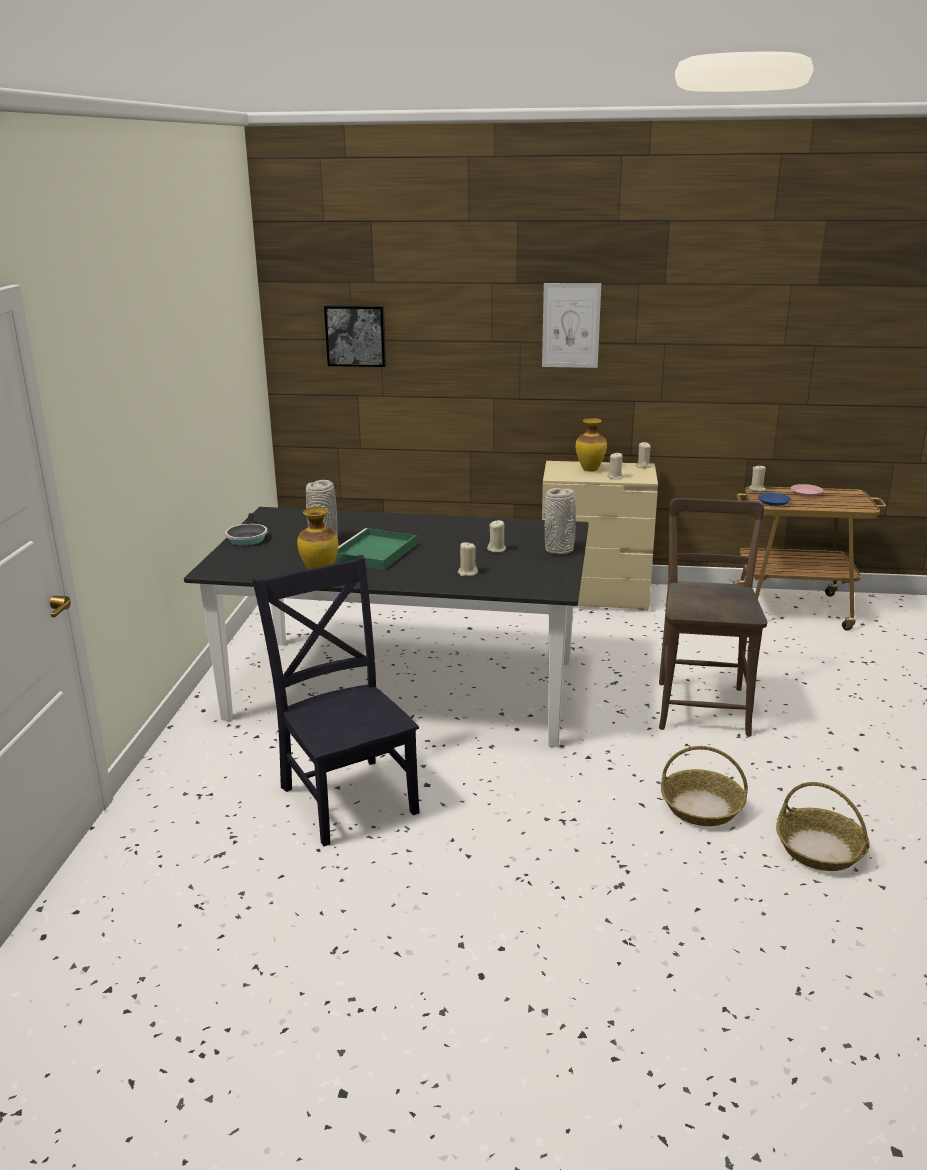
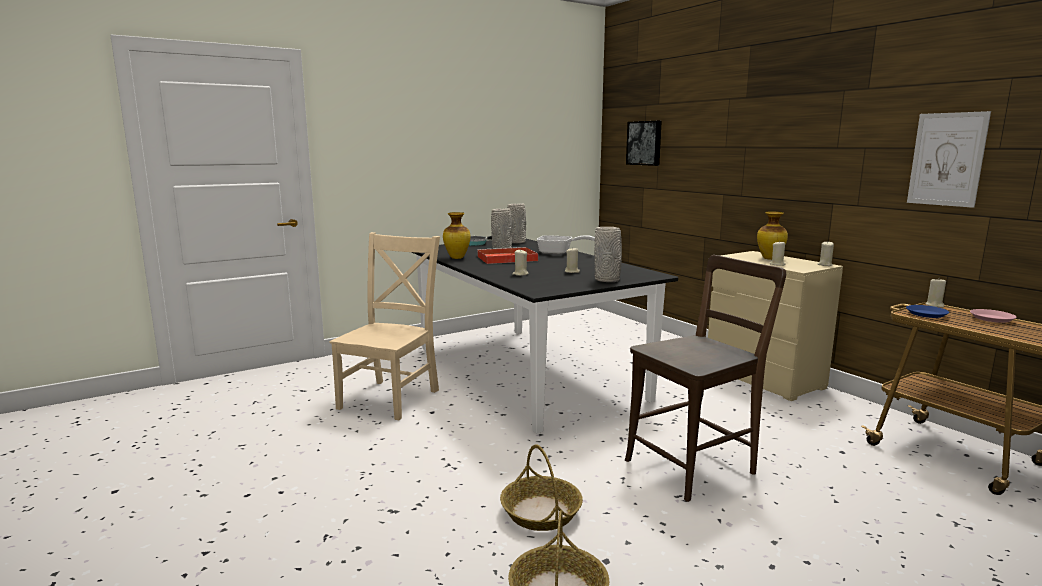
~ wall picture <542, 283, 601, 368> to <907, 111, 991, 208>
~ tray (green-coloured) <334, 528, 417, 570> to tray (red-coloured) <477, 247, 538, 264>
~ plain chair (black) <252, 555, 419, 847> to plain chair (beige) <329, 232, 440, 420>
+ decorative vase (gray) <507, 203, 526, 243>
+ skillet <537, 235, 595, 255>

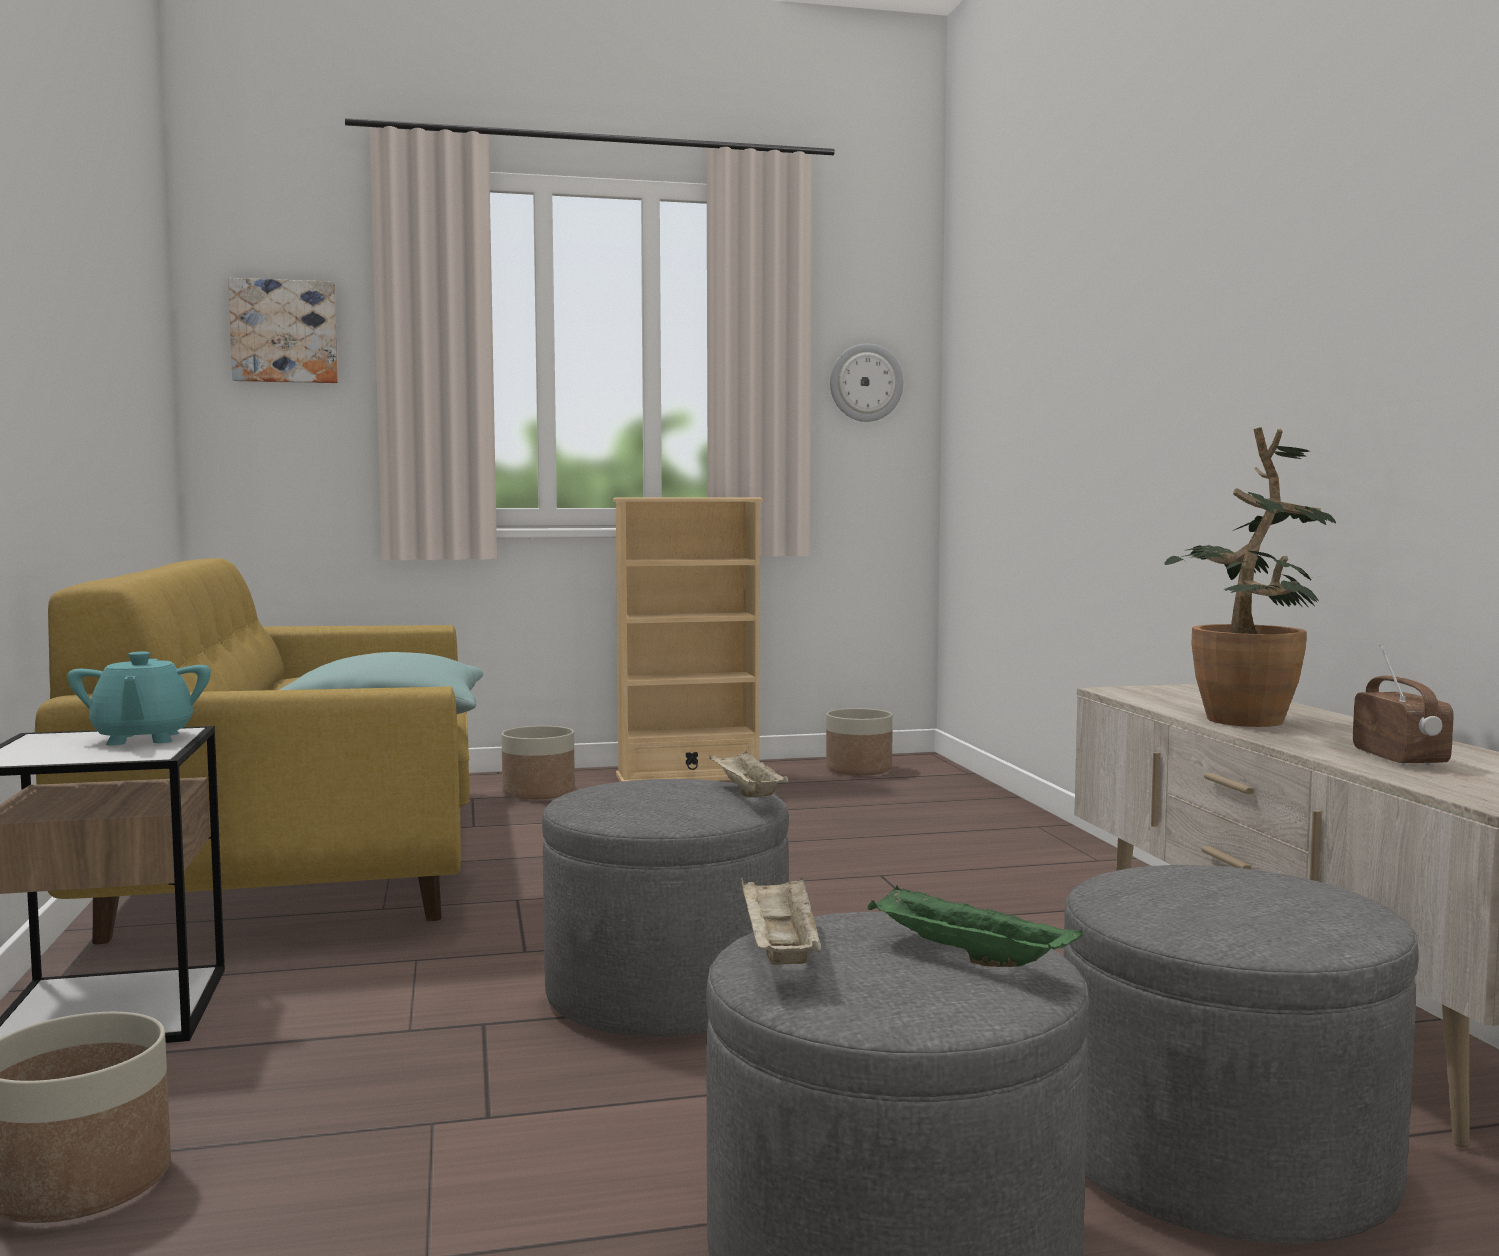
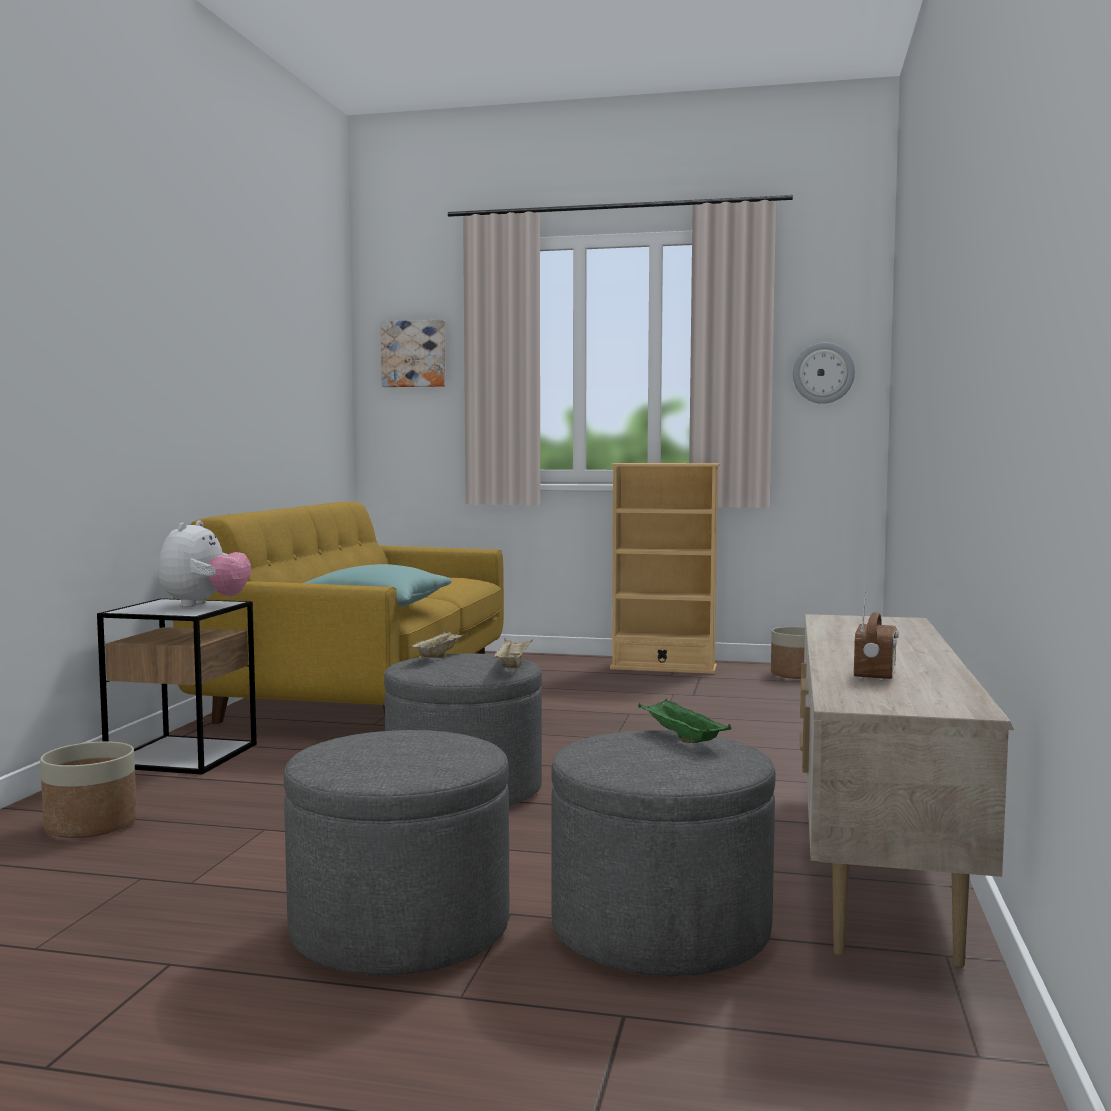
- plant in a pot <1164, 427, 1336, 727>
~ teapot (turquoise-coloured) <67, 651, 211, 746> to plush toy <158, 520, 251, 607>
- flower pot <501, 726, 575, 800>
~ tray (beige) <741, 876, 821, 965> to <409, 630, 470, 658>
~ tray (green-coloured) <868, 885, 1083, 967> to <638, 699, 732, 743>

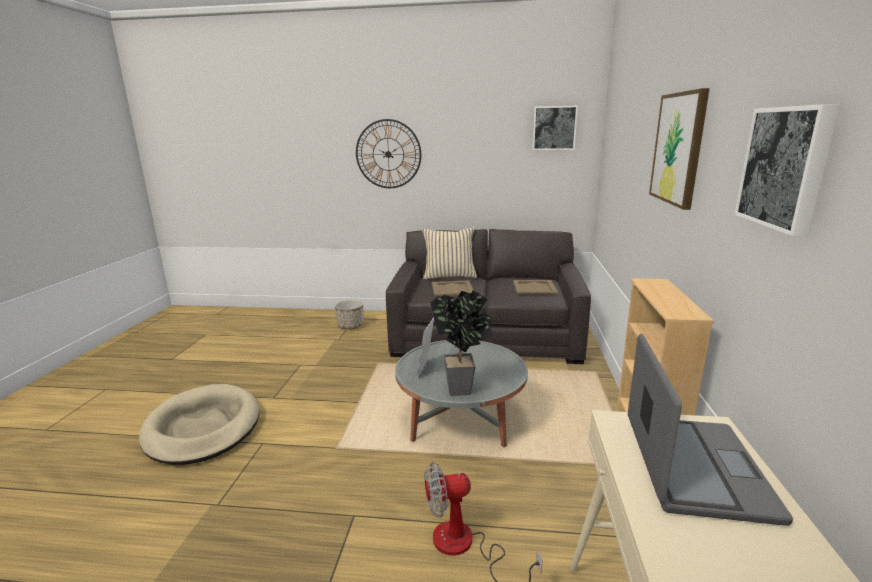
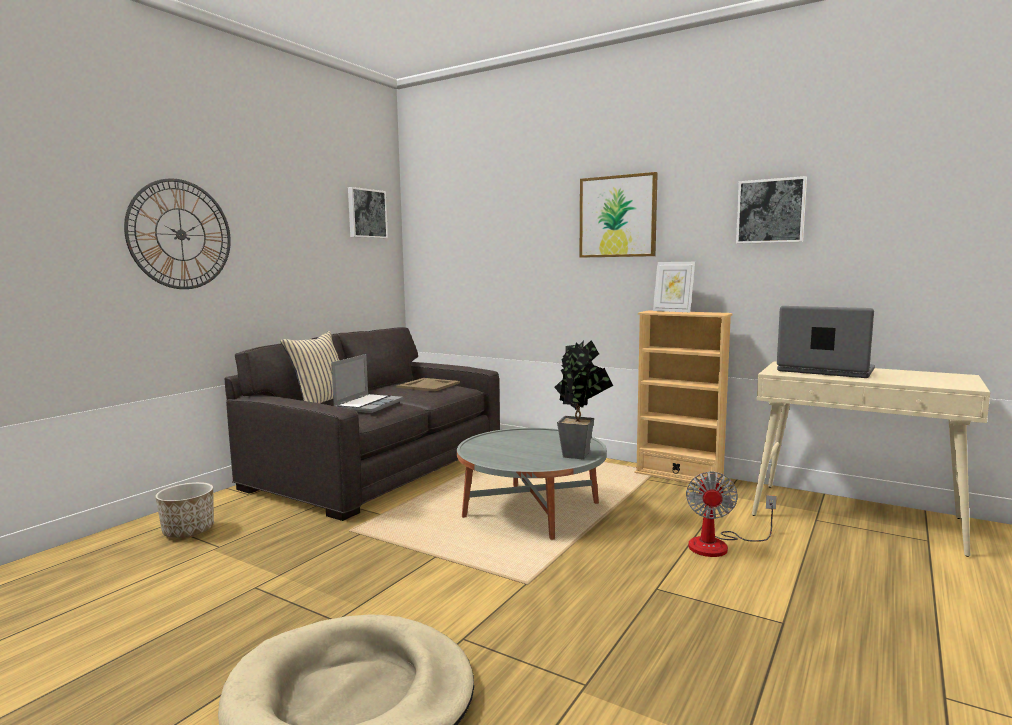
~ tray (beige) <432, 280, 474, 296> to portable computer <331, 354, 403, 413>
~ standing frame <417, 317, 434, 378> to <653, 262, 695, 312>

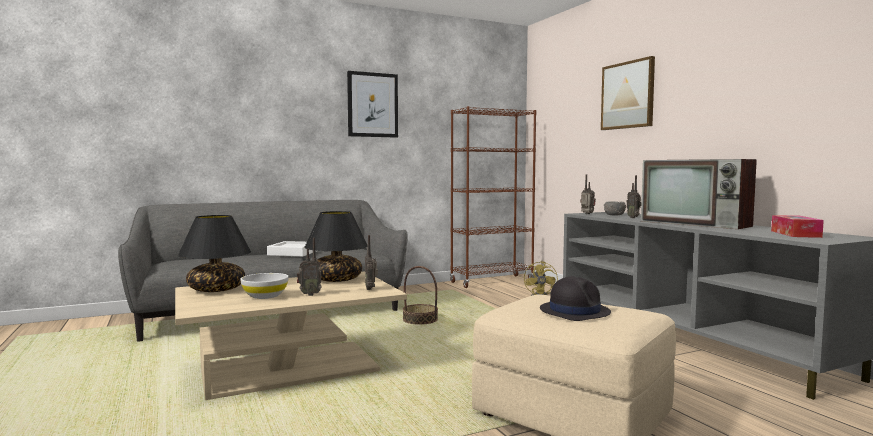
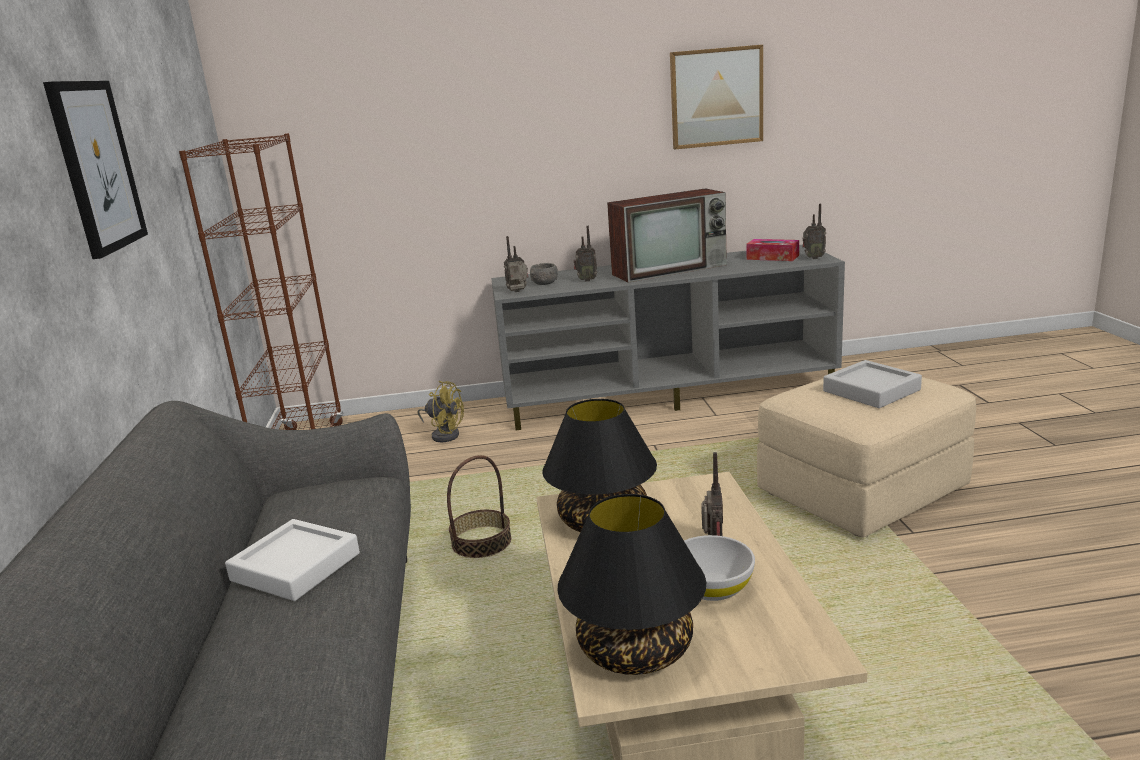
~ wall picture <601, 56, 655, 130> to <670, 45, 763, 149>
~ radio <365, 235, 378, 290> to <802, 204, 826, 259>
~ hat (black) <540, 276, 611, 321> to tray (gray) <823, 360, 922, 408>

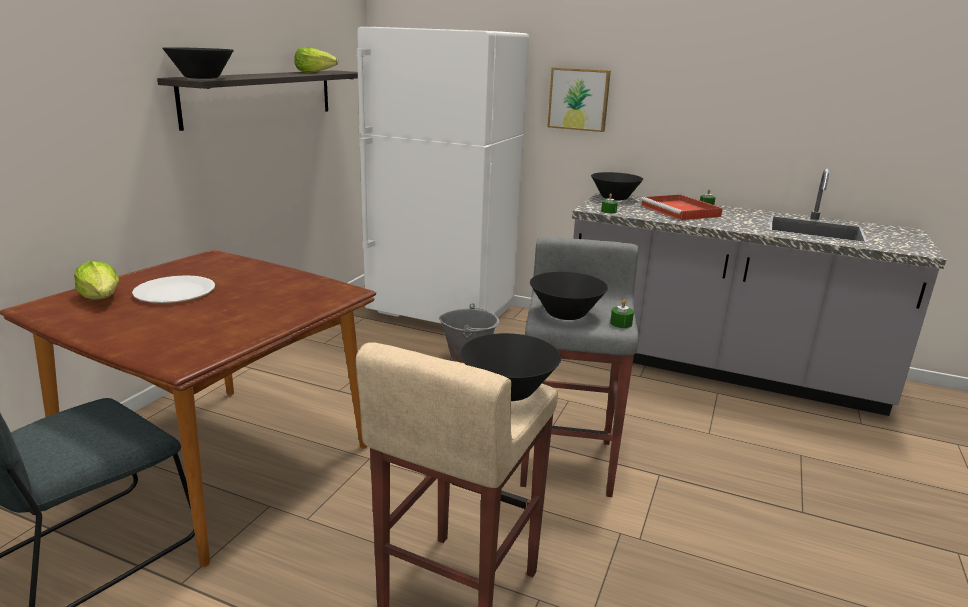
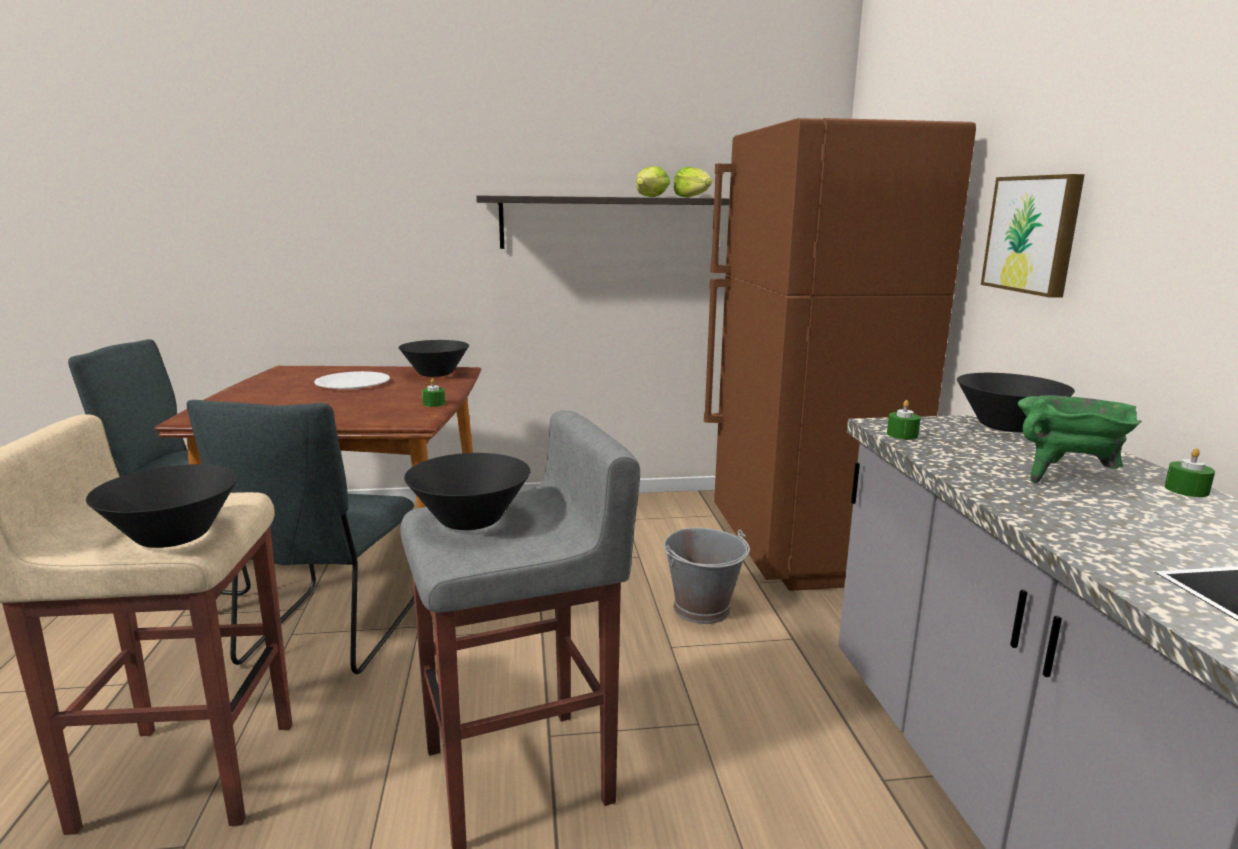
~ kitchen fridge (whitish) <356, 27, 529, 324> to kitchen fridge (brownish) <704, 118, 976, 591>
~ serving bowl (black) <162, 47, 234, 79> to <399, 340, 469, 377>
~ tray (red-coloured) <641, 194, 723, 220> to saucepot (green-coloured) <1018, 395, 1142, 483>
~ head of lettuce <74, 261, 119, 300> to <636, 166, 670, 197>
~ wax candle (green-coloured) <610, 300, 634, 328> to <422, 378, 445, 407>
+ plain chair (gray) <187, 400, 414, 674>

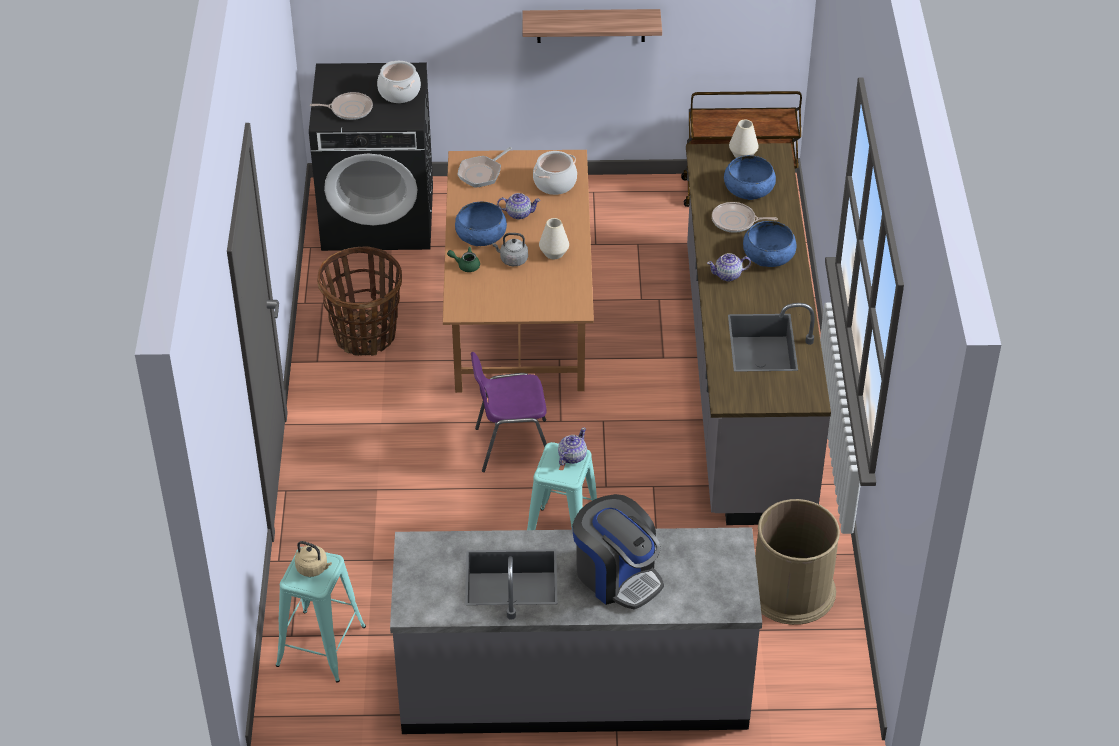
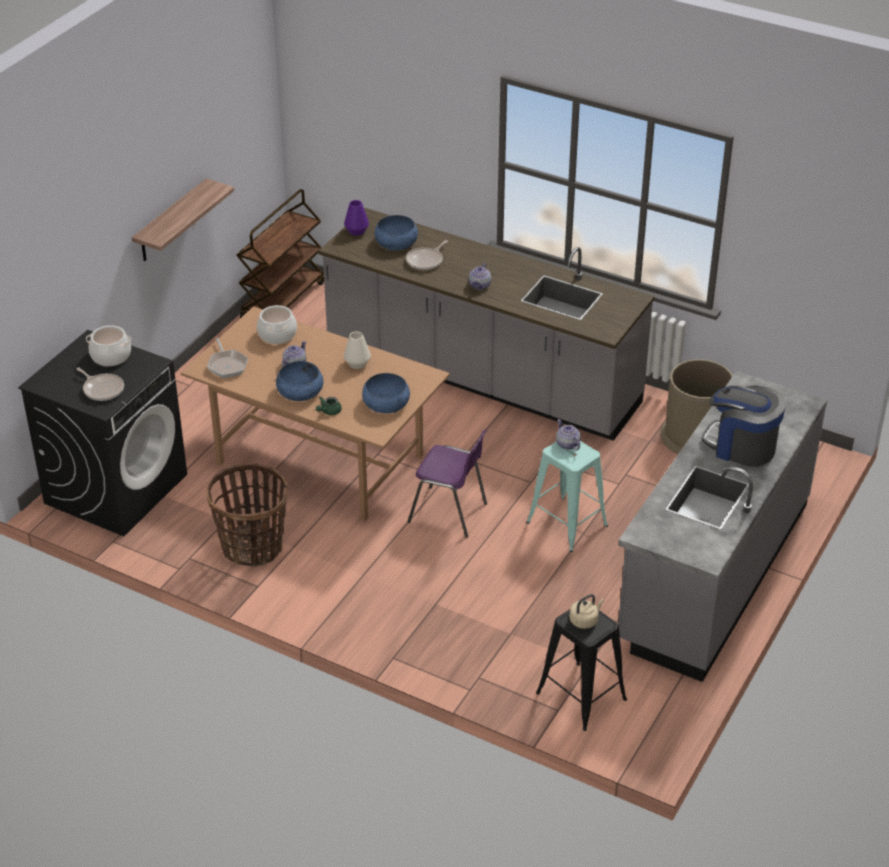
~ skillet <310, 92, 373, 120> = <77, 368, 124, 401> 105 degrees clockwise
~ decorative vase (whitish) <729, 119, 759, 158> to decorative vase (purple-coloured) <344, 200, 369, 236>
~ serving bowl (bluish) <743, 221, 797, 267> to <362, 373, 410, 413>
- tea kettle (gray) <492, 233, 528, 266>
~ plain chair (purple-coloured) <471, 352, 547, 472> = <407, 429, 487, 538> 90 degrees counterclockwise
~ coffee maker <572, 494, 664, 610> = <701, 386, 785, 467> 135 degrees counterclockwise
~ stool seat (turquoise-coloured) <276, 547, 366, 683> to stool seat (black) <536, 609, 627, 731>

